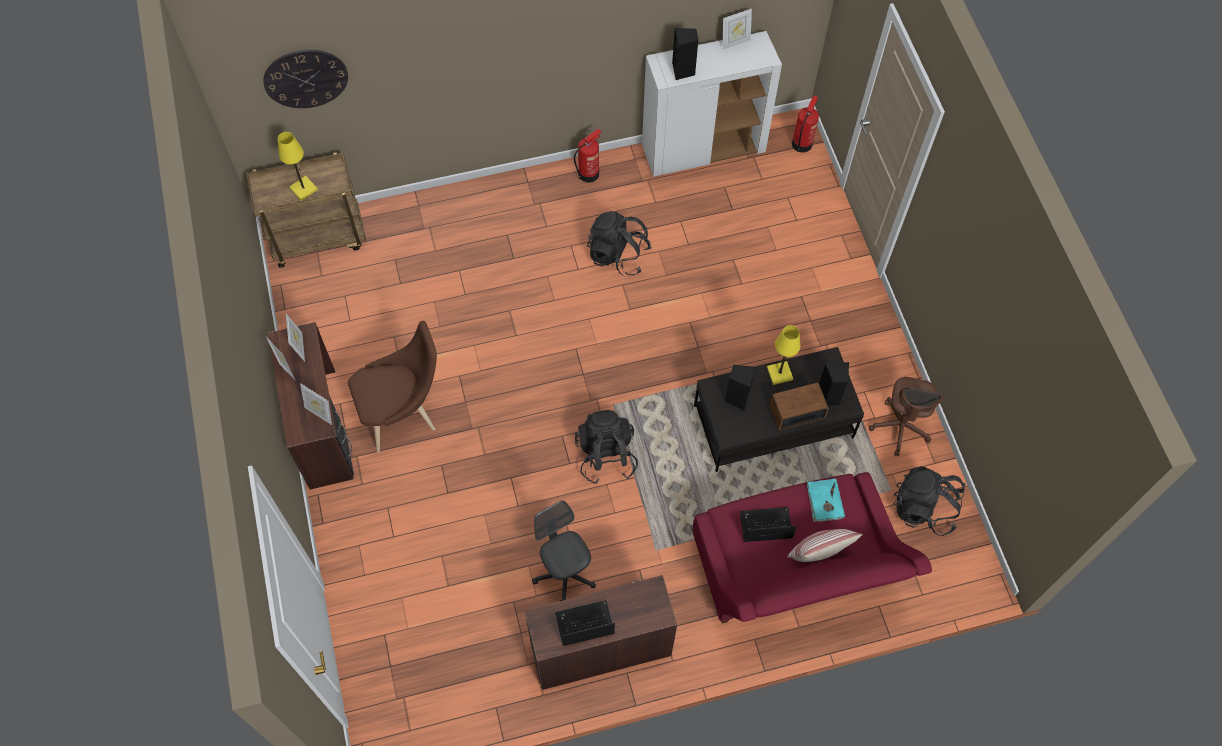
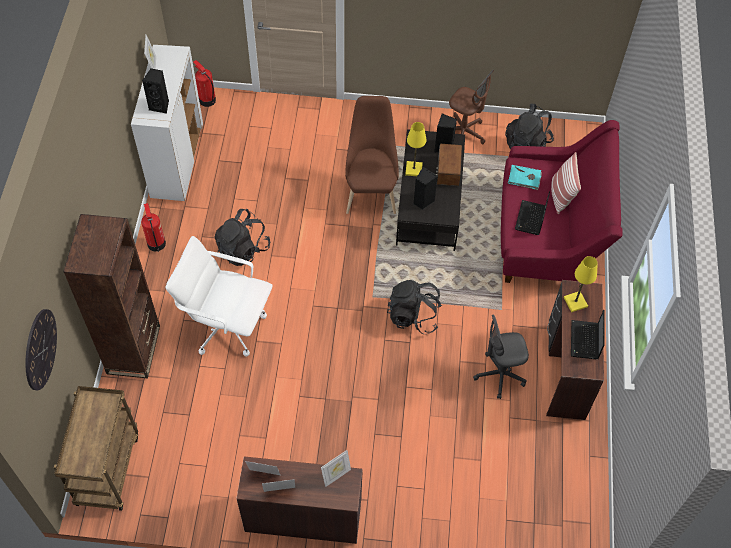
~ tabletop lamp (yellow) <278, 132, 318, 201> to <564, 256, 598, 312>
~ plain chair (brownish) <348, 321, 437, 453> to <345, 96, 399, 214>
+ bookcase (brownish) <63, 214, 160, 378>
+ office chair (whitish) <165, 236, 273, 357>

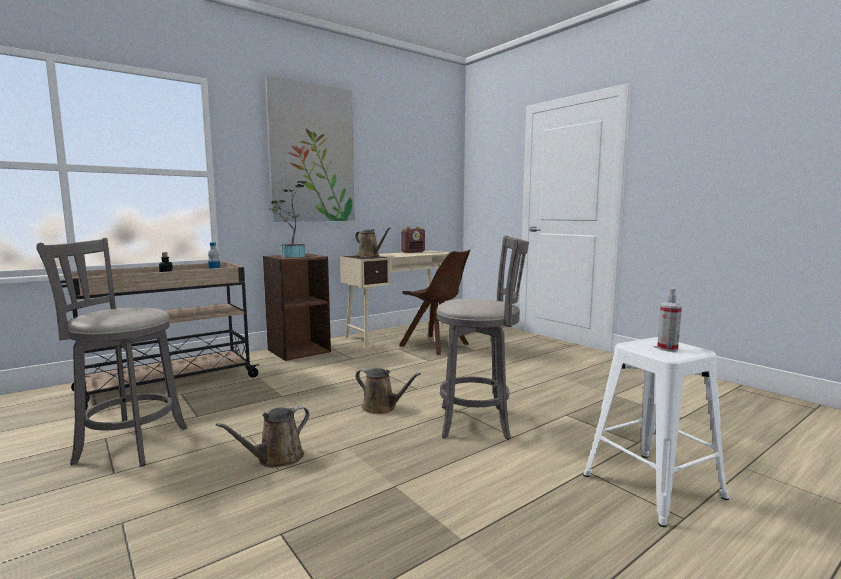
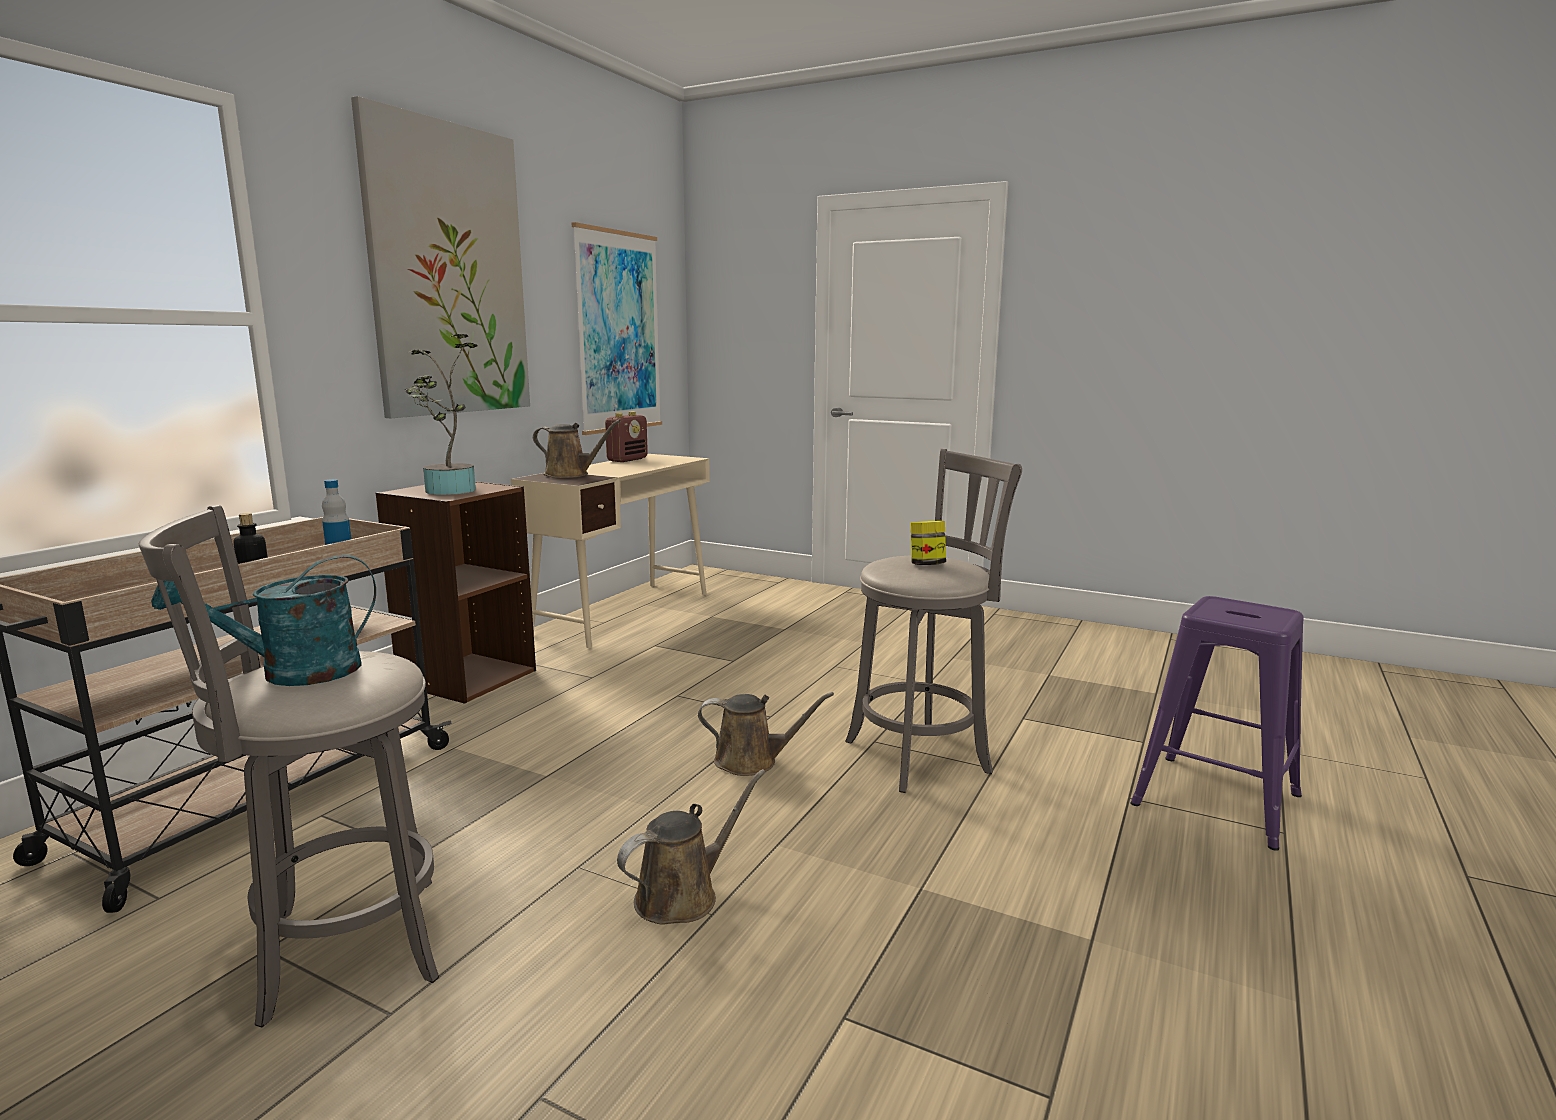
- plain chair (brownish) <399, 249, 471, 355>
- hand sprayer <657, 288, 682, 352>
~ stool seat (whitish) <583, 337, 729, 527> to stool seat (purple-coloured) <1130, 596, 1304, 851>
~ sprinkling can (brownish) <216, 406, 309, 468> = <617, 769, 766, 925> 150 degrees counterclockwise
+ wall picture <572, 222, 662, 435>
+ jar <910, 521, 946, 565>
+ sprinkling can (turquoise-coloured) <151, 555, 376, 686>

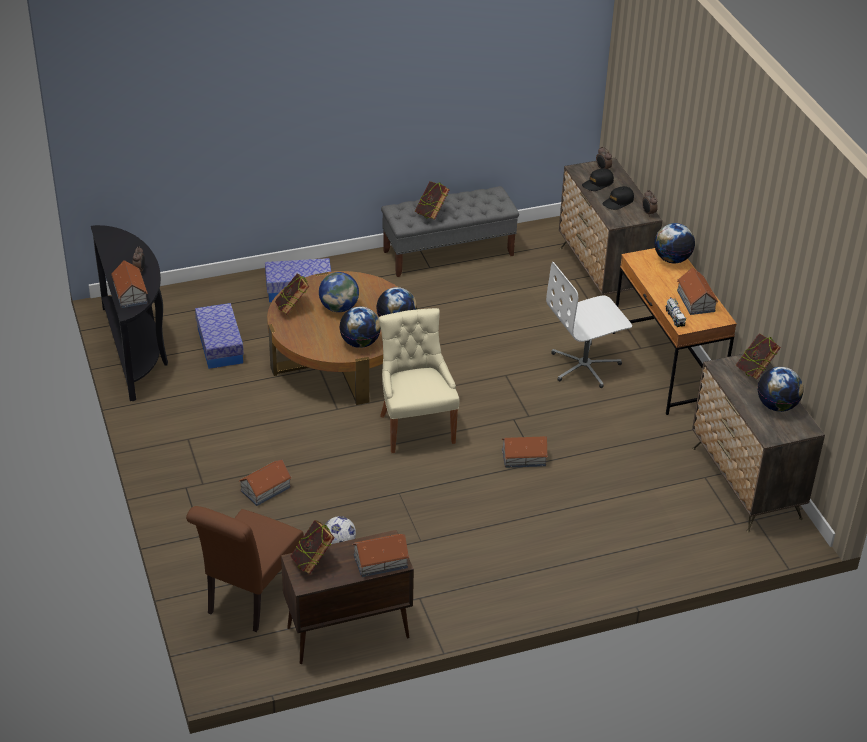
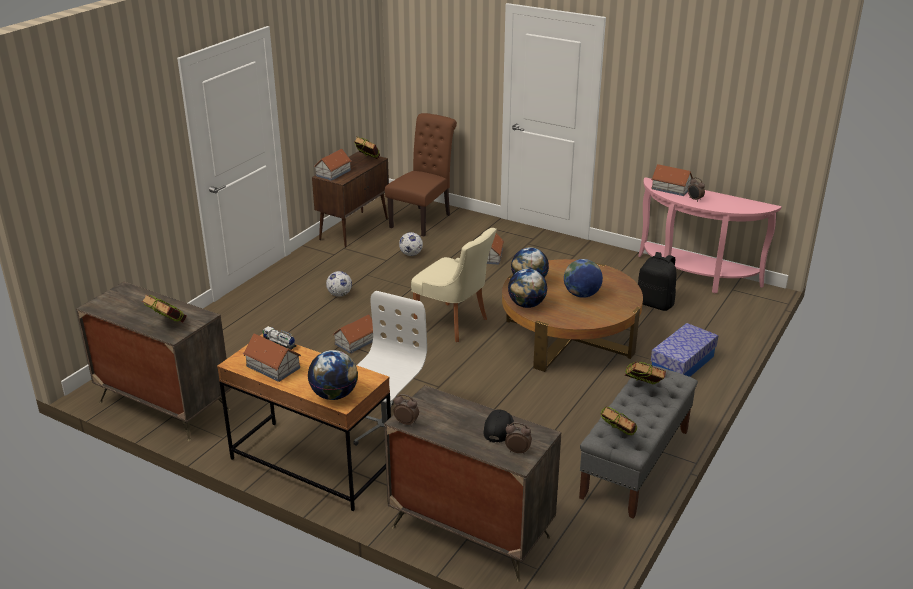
- baseball cap (black) <602, 186, 634, 210>
~ console table (black) <91, 225, 168, 401> to console table (pinkish) <638, 177, 782, 293>
~ bound book <275, 273, 309, 315> to <601, 407, 638, 435>
~ storage box <195, 303, 244, 369> to rucksack (black) <638, 252, 676, 311>
- desk globe <758, 367, 804, 412>
~ plain chair (brownish) <186, 506, 304, 632> = <385, 113, 457, 236> 45 degrees clockwise
+ football <326, 271, 352, 297>

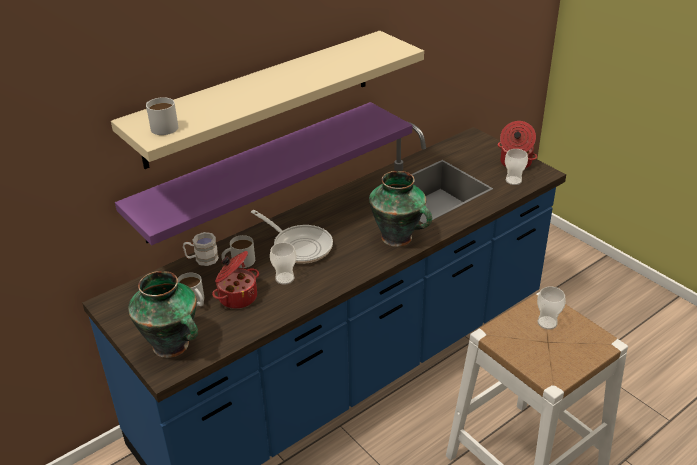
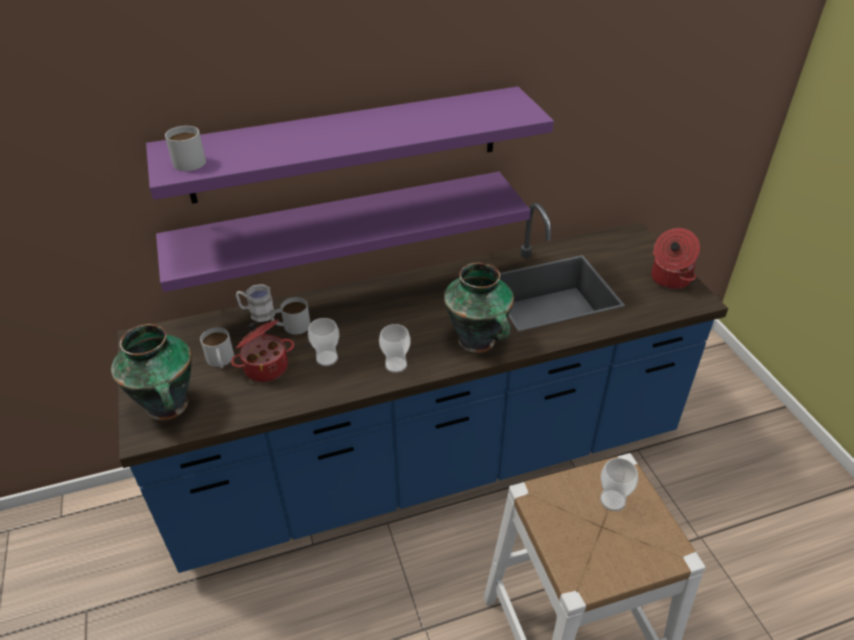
~ wall shelf (beige) <111, 31, 424, 169> to wall shelf (purple-coloured) <146, 87, 554, 204>
~ drinking cup <505, 149, 528, 185> to <379, 324, 411, 373>
- skillet <251, 210, 333, 264>

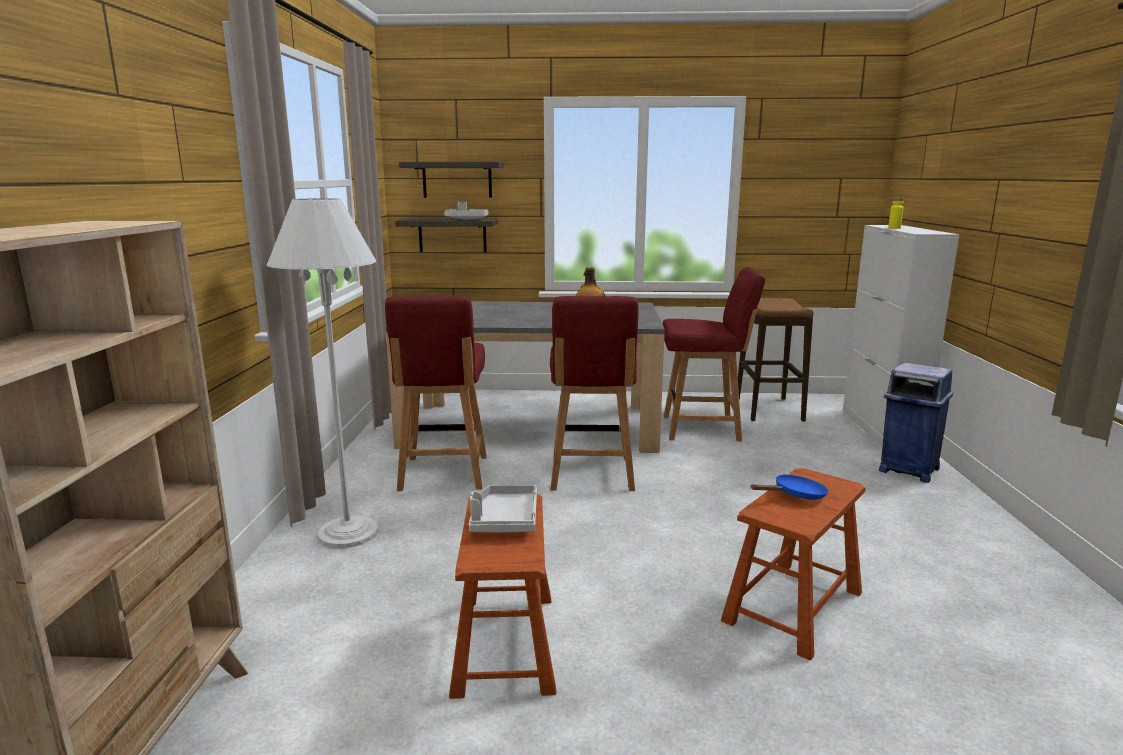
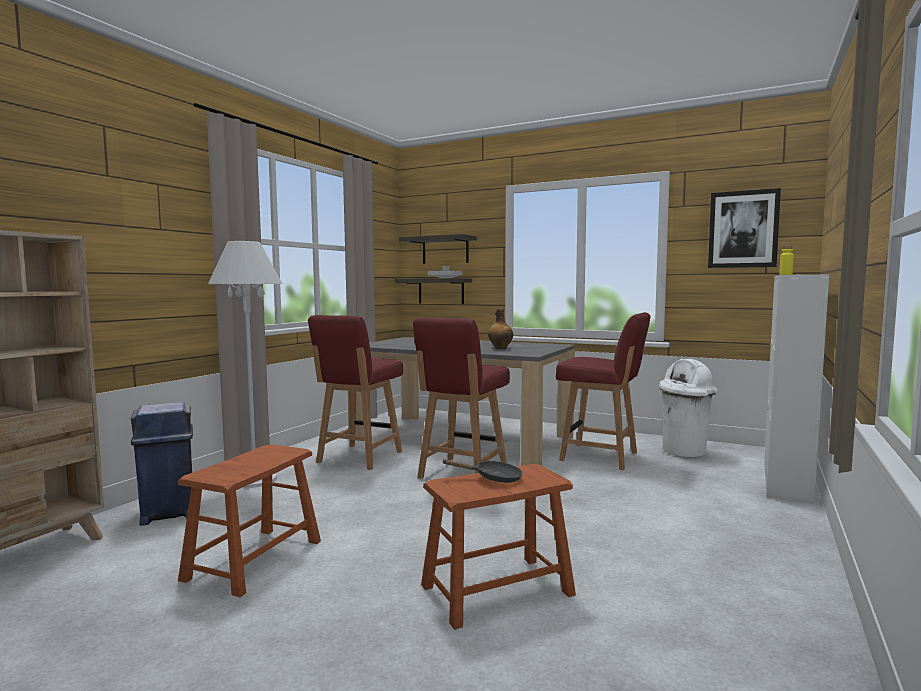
~ stool seat <738, 298, 813, 422> to rubbish bin (whitish) <659, 358, 717, 457>
~ rubbish bin (bluish) <879, 362, 953, 483> to <131, 402, 193, 526>
~ skillet (bluish) <750, 474, 828, 500> to skillet (black) <441, 459, 523, 483>
- tray (gray) <469, 485, 537, 533>
+ wall picture <708, 188, 781, 268>

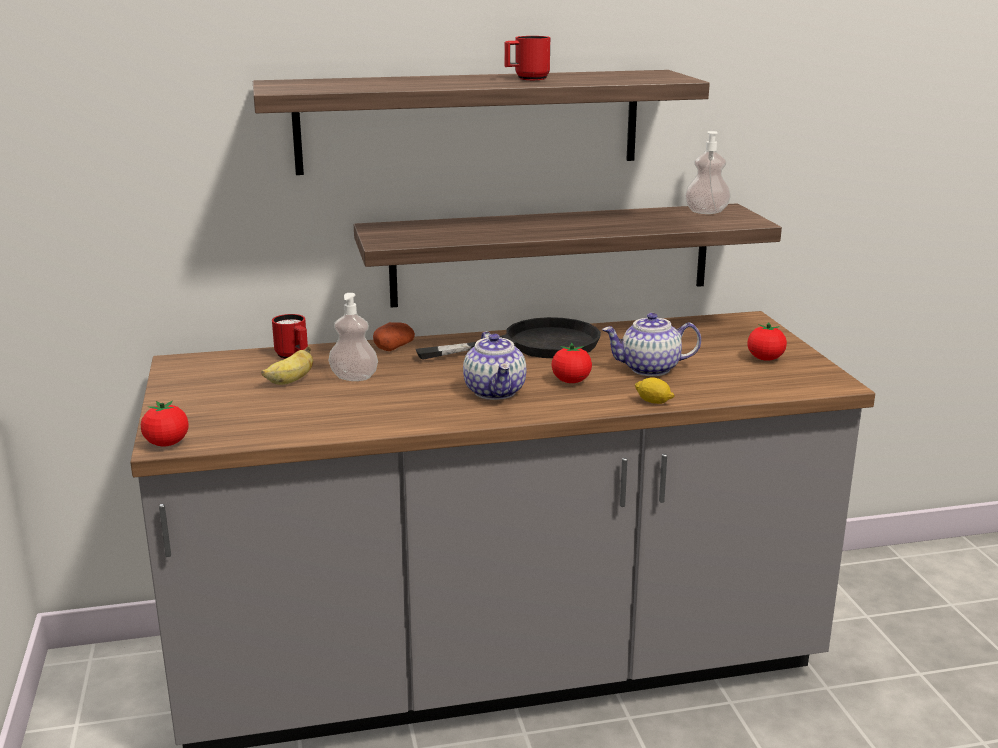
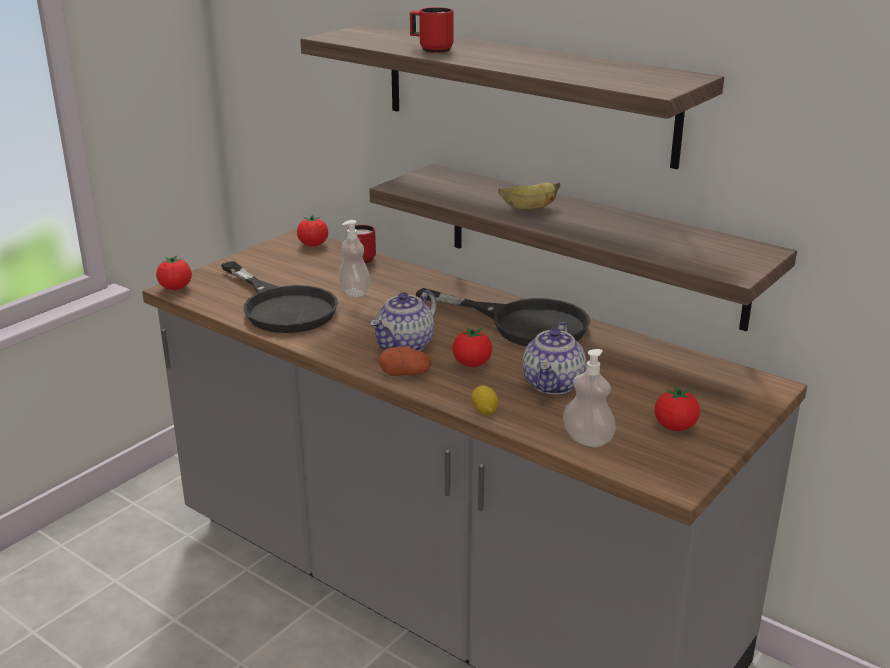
~ tea mug (red-coloured) <505, 36, 550, 80> to <410, 7, 454, 53>
~ soap bottle <685, 131, 731, 214> to <563, 349, 616, 447>
~ teapot <602, 313, 701, 376> = <522, 322, 586, 394> 120 degrees counterclockwise
~ whole potato <373, 322, 415, 351> to <379, 346, 431, 376>
~ banana fruit <261, 346, 313, 385> to <498, 182, 560, 209>
+ fresh tomato <297, 215, 328, 246>
+ skillet (black) <221, 261, 338, 333>

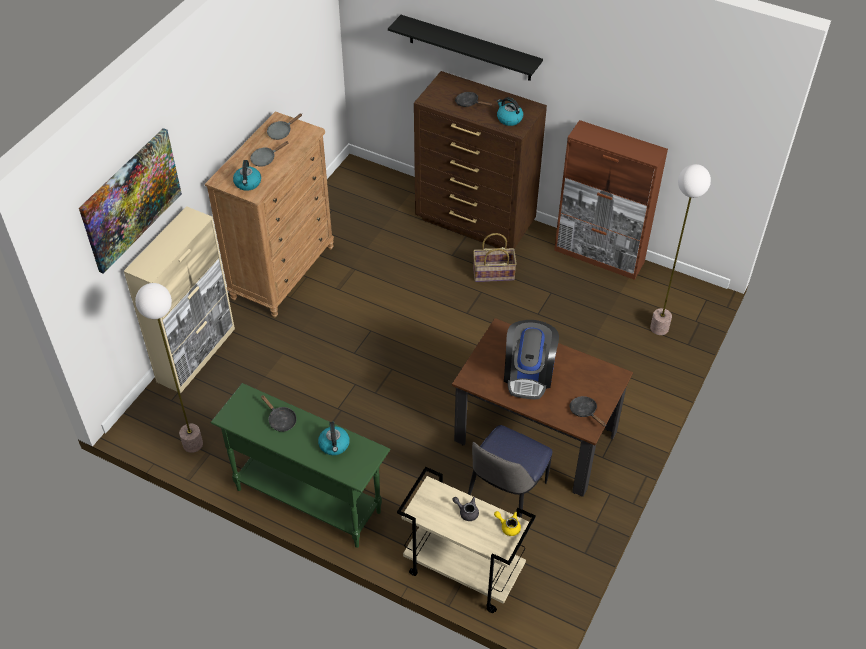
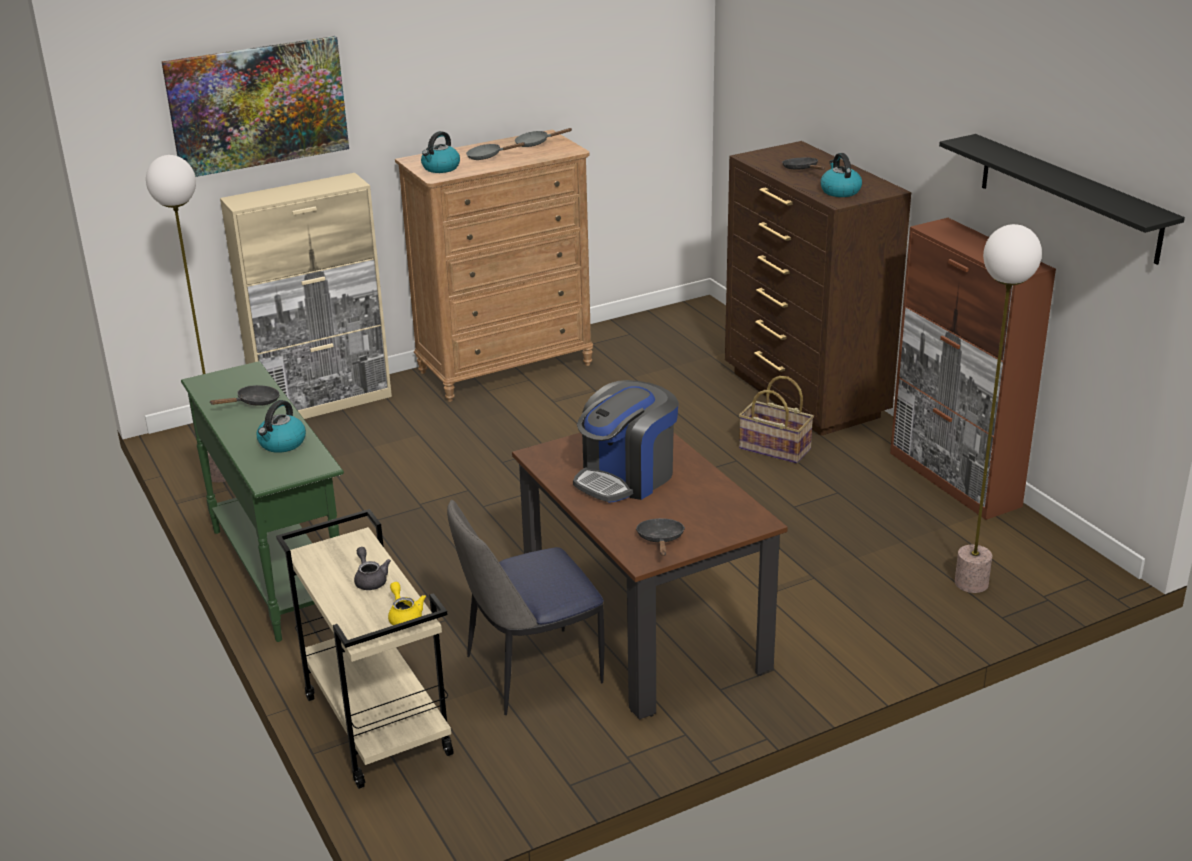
~ wall shelf (black) <388, 15, 543, 81> to <939, 134, 1185, 265>
~ skillet (black) <261, 395, 297, 432> = <209, 385, 280, 406> 120 degrees counterclockwise

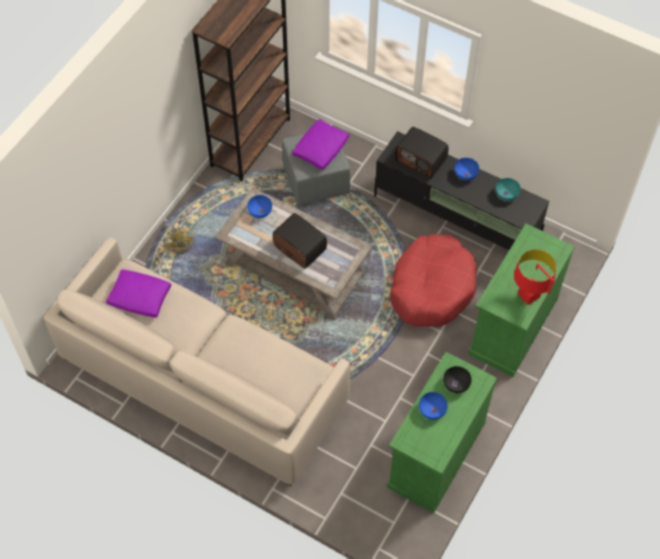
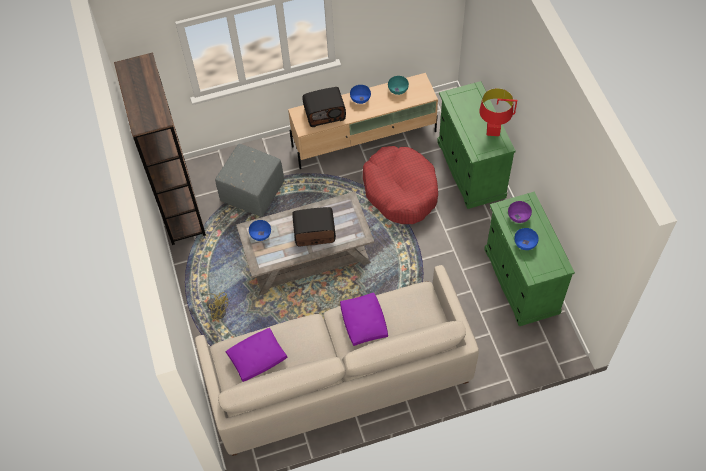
~ pillow (purple-coloured) <292, 119, 349, 170> to <340, 292, 388, 346>
~ tv stand (black) <374, 131, 549, 250> to tv stand (beige) <288, 73, 438, 169>
~ serving bowl (black) <443, 366, 471, 393> to serving bowl (purple-coloured) <508, 201, 532, 223>

